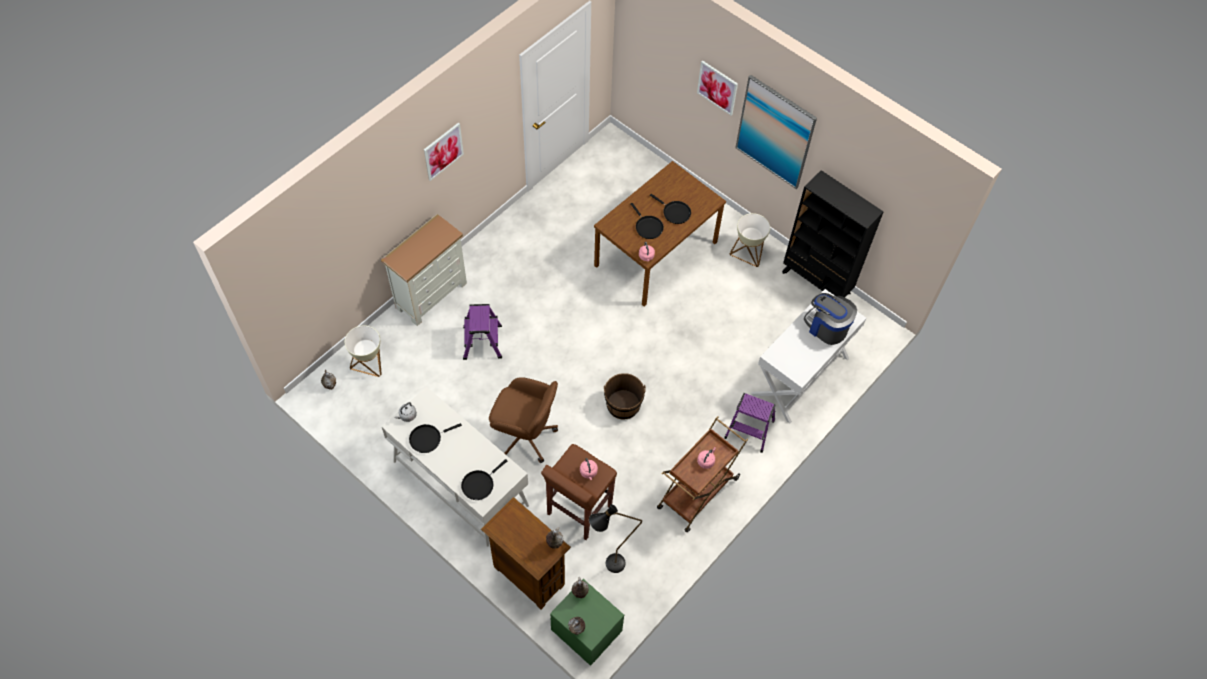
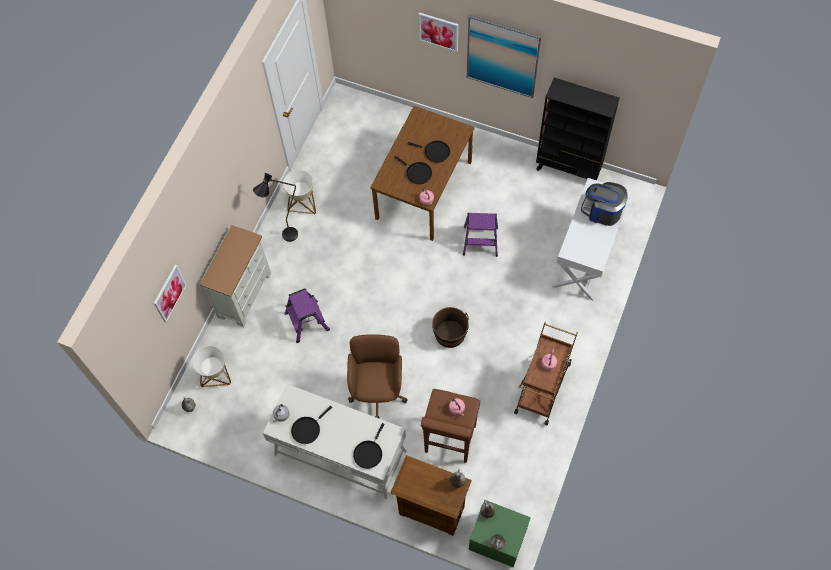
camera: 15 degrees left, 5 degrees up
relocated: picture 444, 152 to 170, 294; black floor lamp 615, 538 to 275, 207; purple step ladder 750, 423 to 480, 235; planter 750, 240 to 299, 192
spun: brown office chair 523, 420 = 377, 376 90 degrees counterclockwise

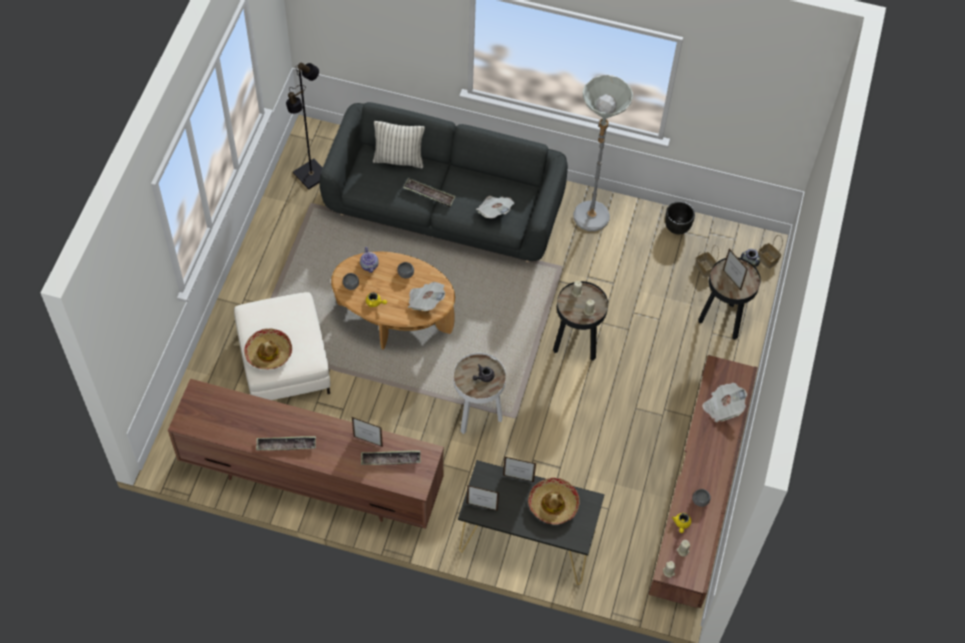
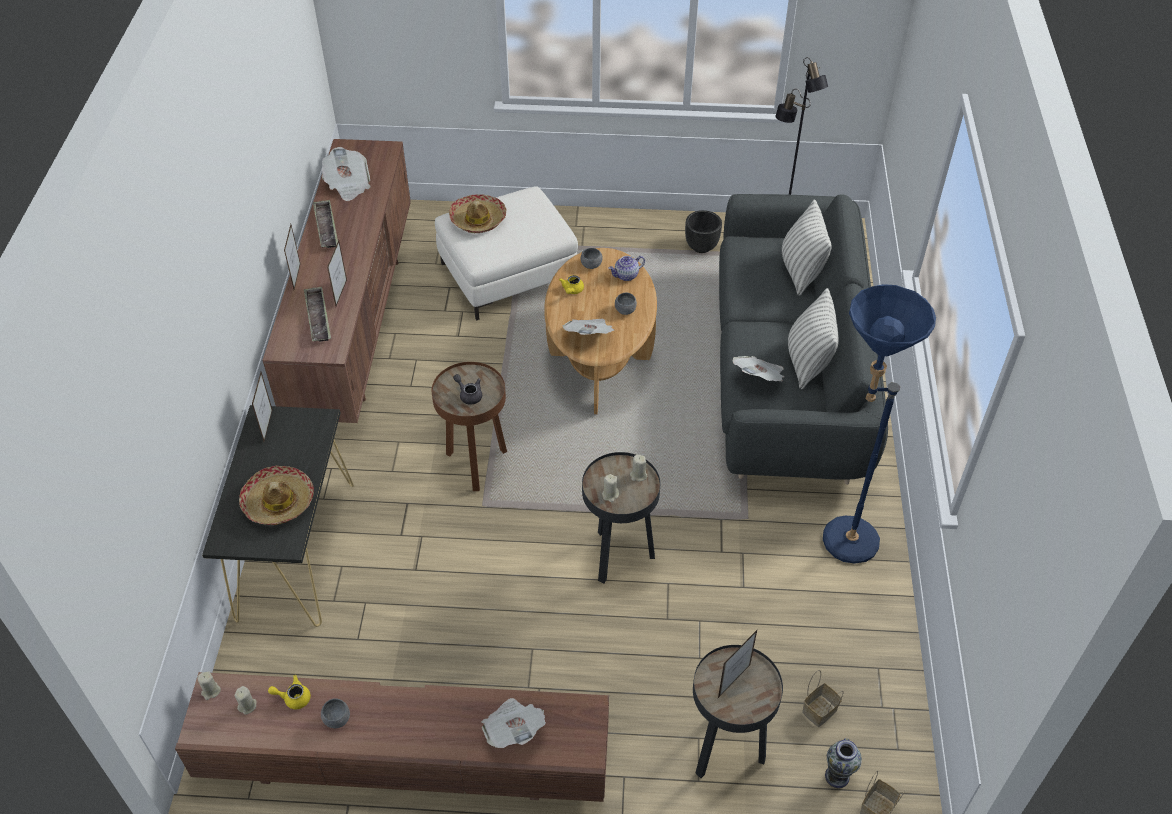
camera: 80 degrees right, 10 degrees down
missing: tray 429, 192
appeared: newspaper 346, 174; pillow 813, 338
relocated: picture frame 519, 469 to 292, 256; black planter 680, 218 to 703, 231
colour: white side table 479, 393 to brown side table 469, 426; grey floor lamp 603, 153 to blue floor lamp 879, 424

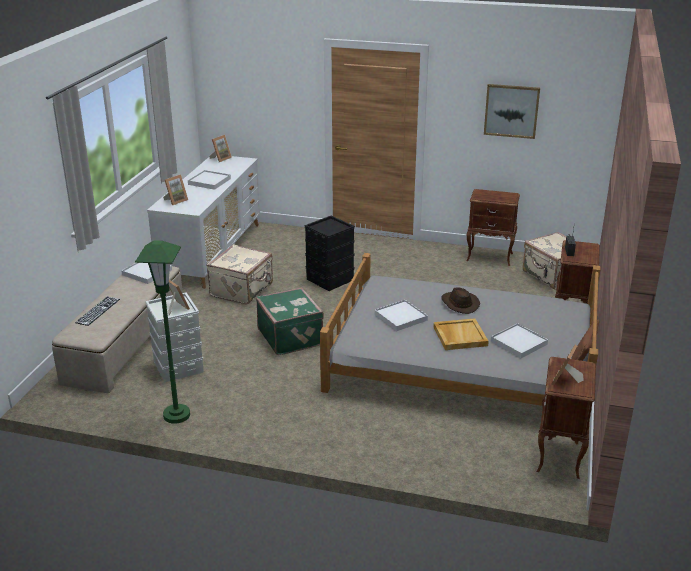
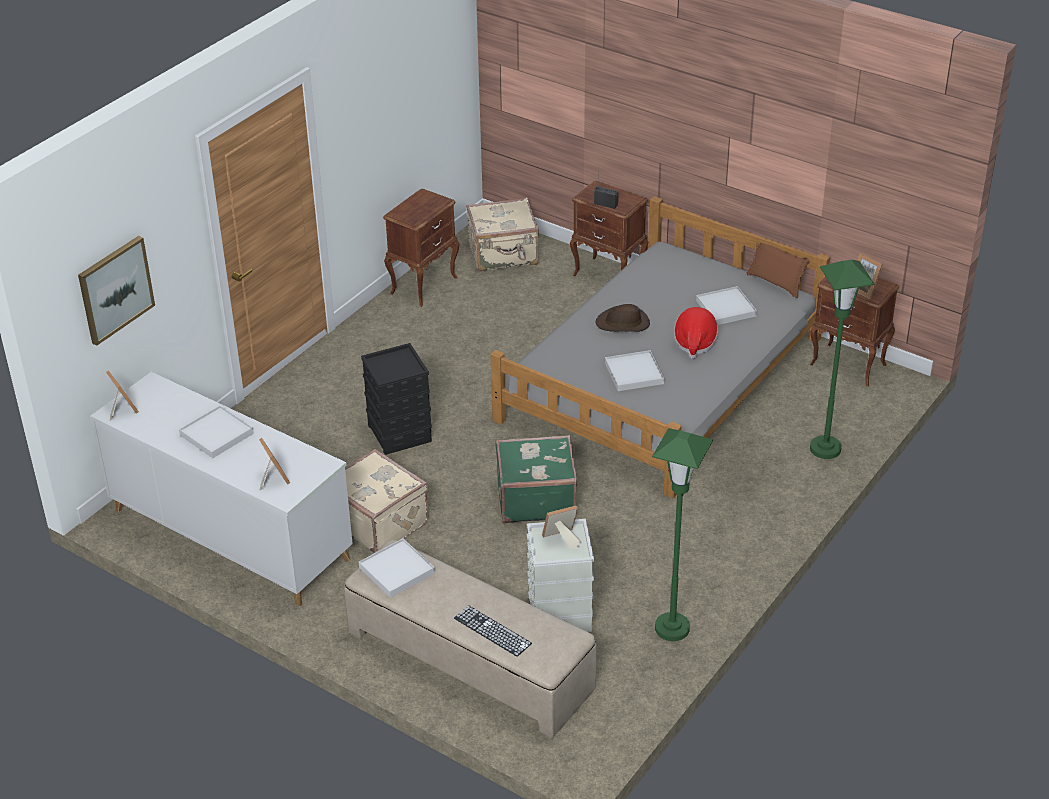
camera: 70 degrees left, 10 degrees up
appeared: green floor lamp 842, 359
relocated: picture 512, 111 to 116, 291
exchanged: beige tray 461, 334 to hat 696, 333

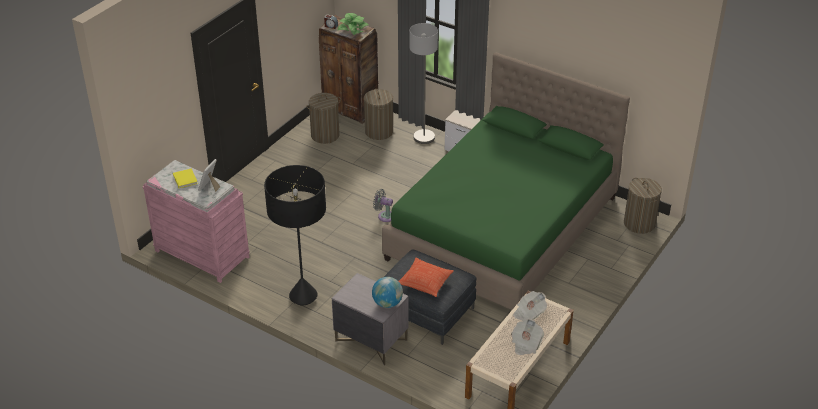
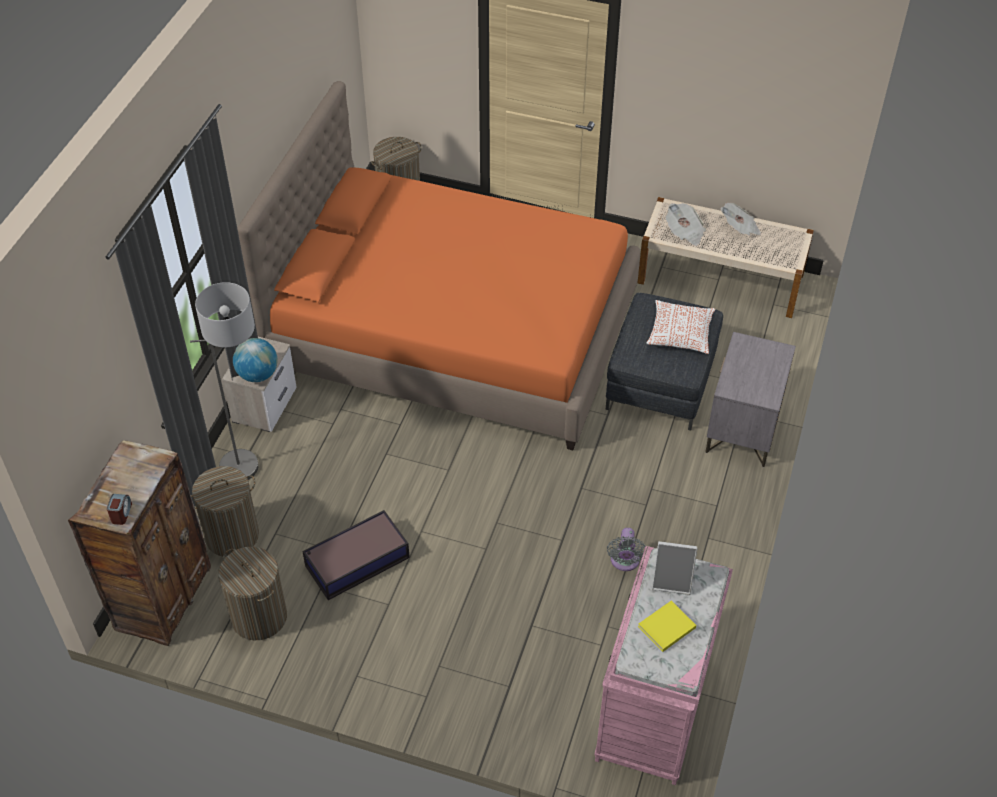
camera: 105 degrees left, 10 degrees up
missing: black floor lamp 295, 235; potted plant 352, 24
appeared: storage box 356, 555
relocated: globe 387, 292 to 255, 360; grey fan 383, 205 to 626, 549
colour: green bed 506, 181 to orange bed 438, 265; orange pillow 426, 277 to white pillow 681, 327

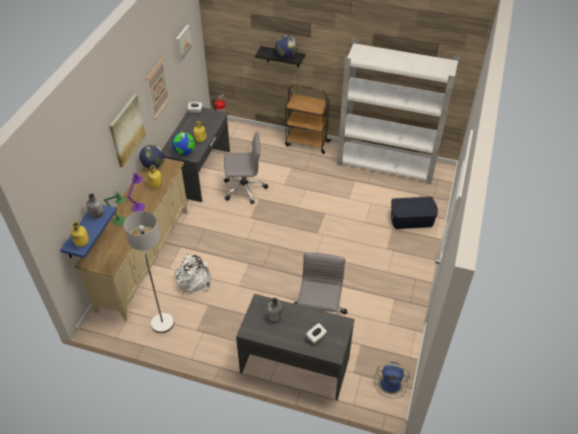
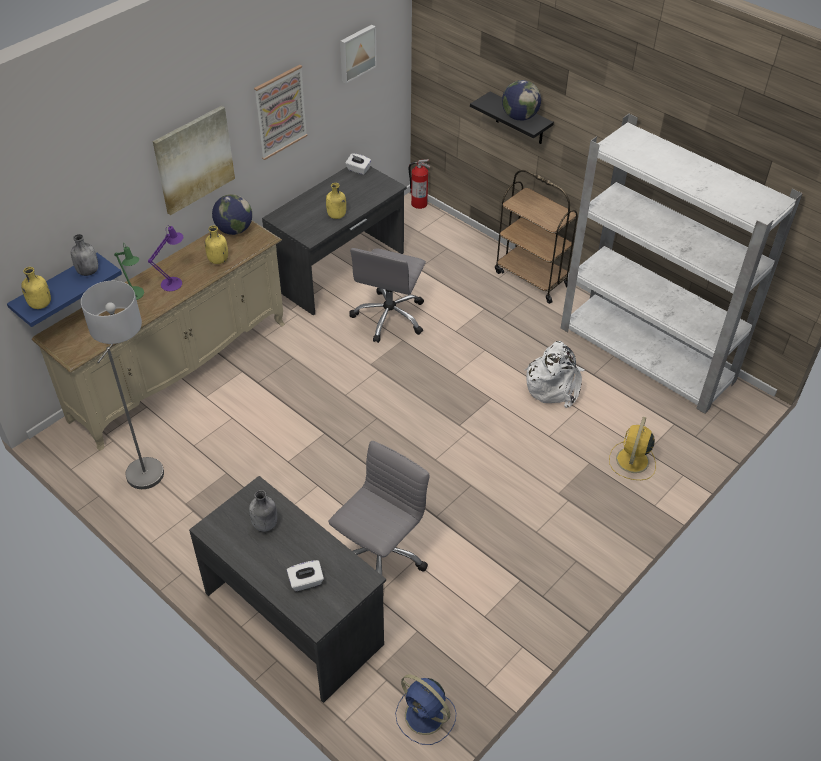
camera: 25 degrees right, 0 degrees up
missing: globe 183, 143
relocated: white backpack 192, 273 to 555, 374
exchanged: blue storage box 414, 213 to yellow fan 632, 448
spun: grey office chair 246, 167 = 387, 295 90 degrees clockwise

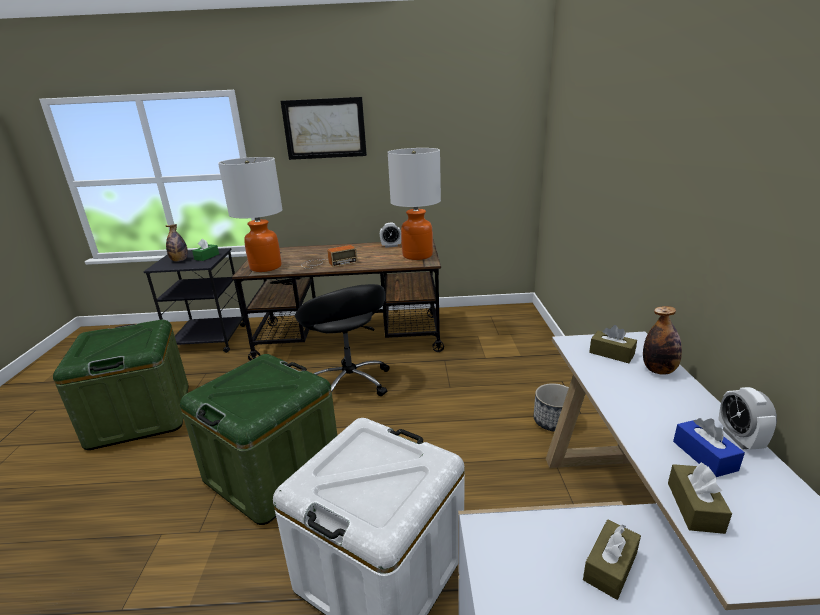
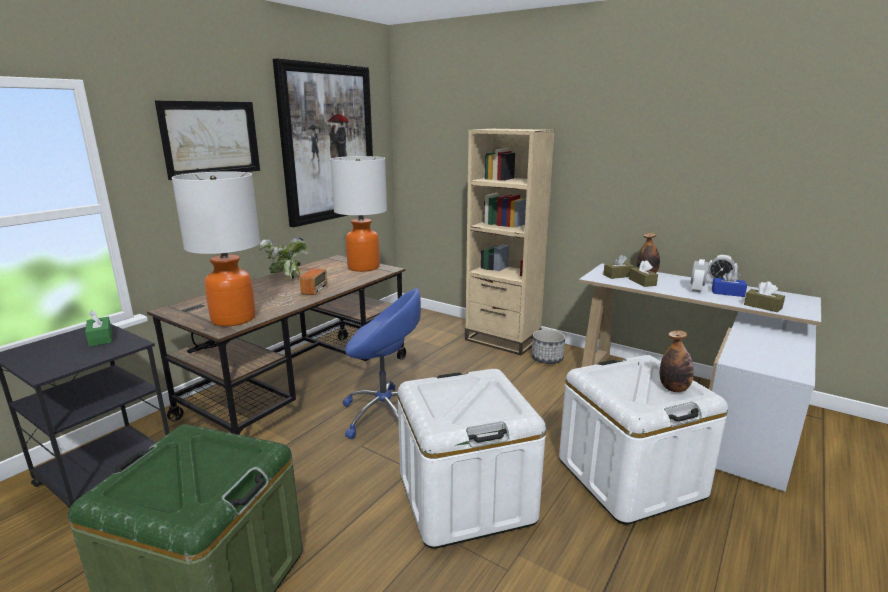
camera: 55 degrees left, 5 degrees down
appeared: potted plant 284, 258; picture 323, 142; beige bookcase 510, 242
relocated: bottle 177, 243 to 676, 361; alarm clock 390, 235 to 700, 275; brown tissue box 612, 559 to 643, 273
colour: green storage box 258, 439 to white storage box 471, 459; black office chair 342, 340 to blue office chair 382, 363

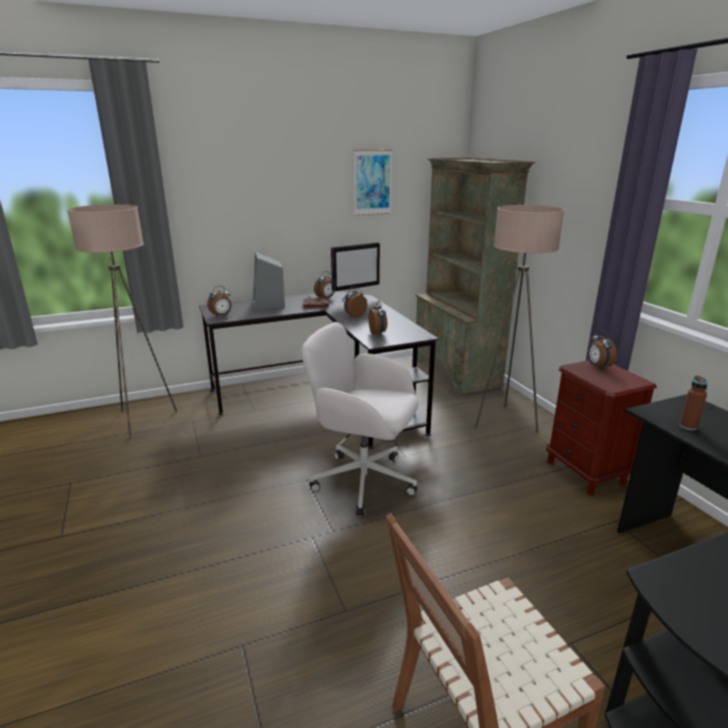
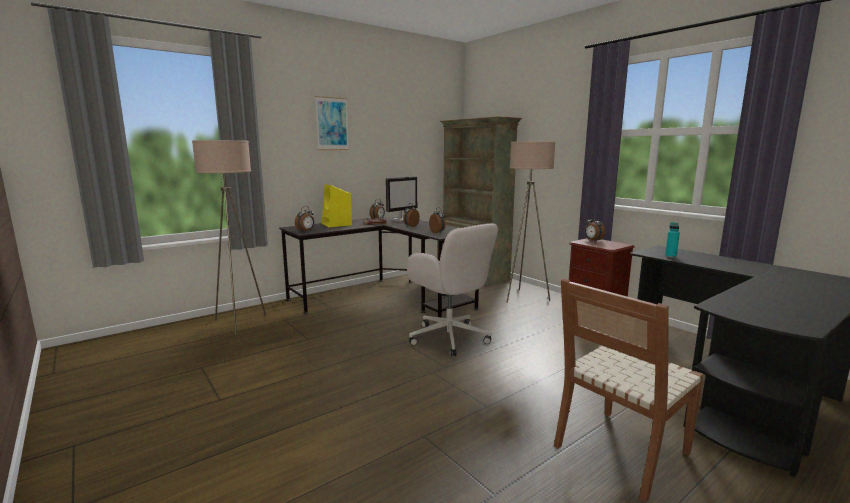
camera: 15 degrees left, 10 degrees down
relocated: picture 373, 183 to 332, 123
colour: grey speaker 269, 281 to yellow speaker 337, 205; brown bottle 693, 402 to turquoise bottle 672, 240
spun: white office chair 360, 419 = 452, 289 135 degrees counterclockwise

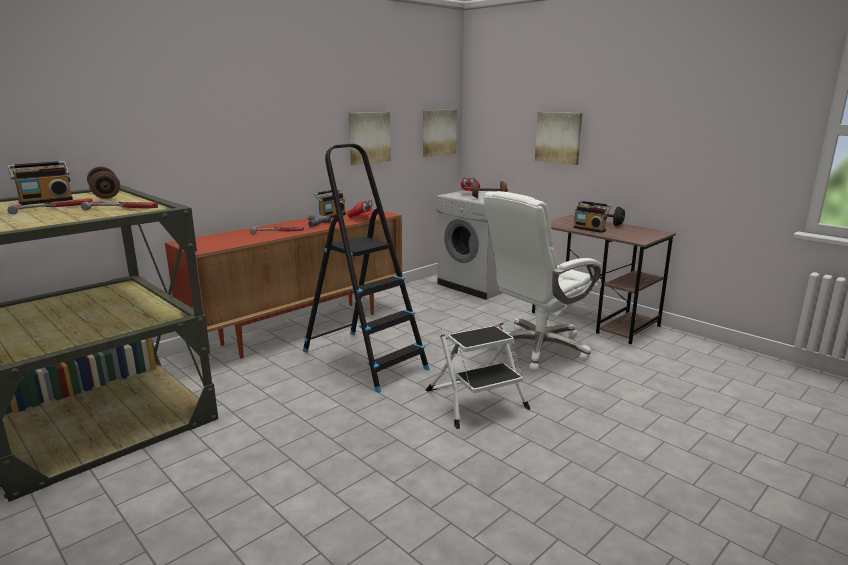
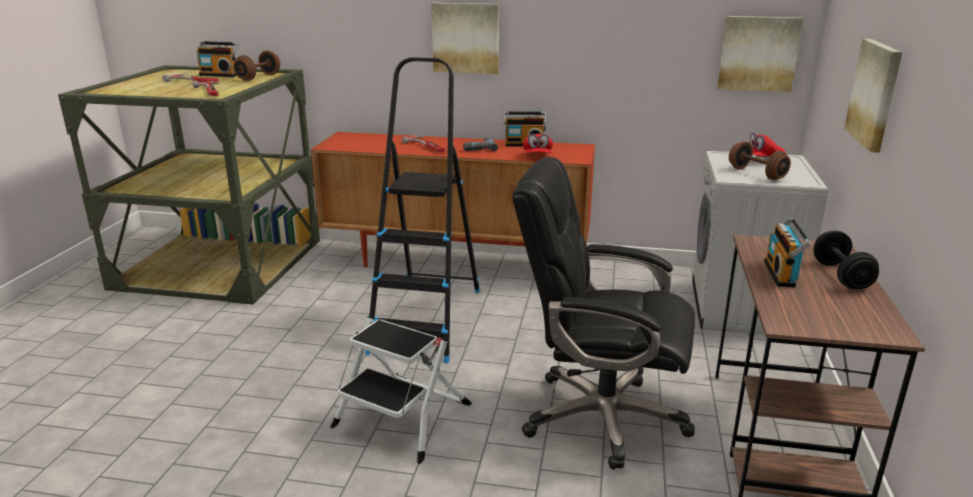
camera: 55 degrees right, 5 degrees up
relocated: picture 370, 138 to 465, 38
colour: white office chair 543, 281 to black office chair 603, 313

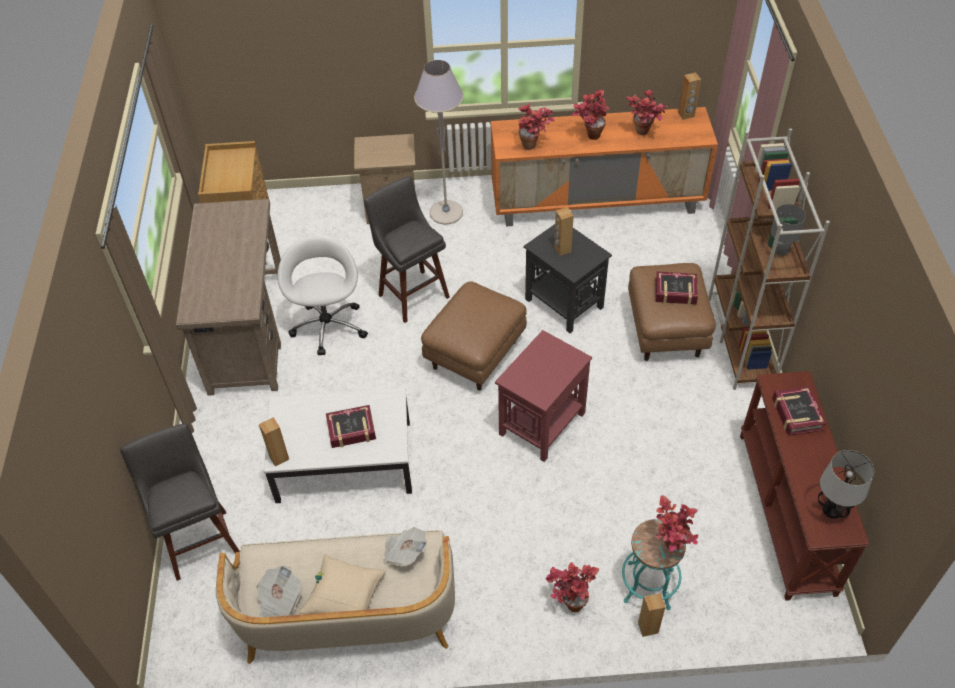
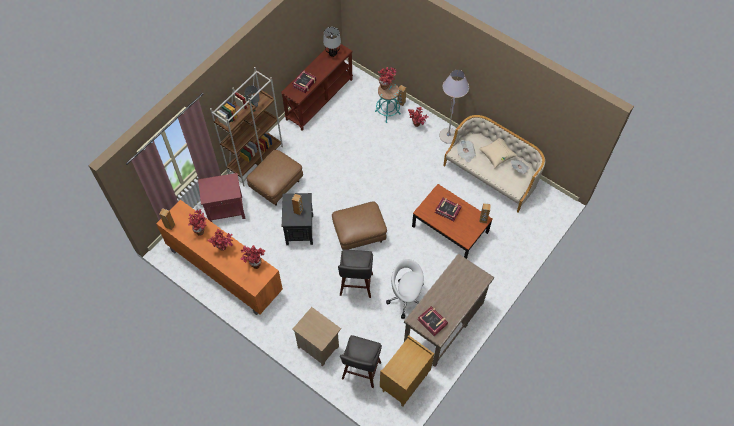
camera: 140 degrees left, 10 degrees up
relocated: grey stool 180, 502 to 361, 361; grey floor lamp 439, 142 to 454, 107; red side table 543, 396 to 221, 198; book 676, 288 to 433, 321
colour: white coffee table 338, 445 to brown coffee table 452, 221
spun: white office chair 322, 296 = 405, 289 75 degrees clockwise

